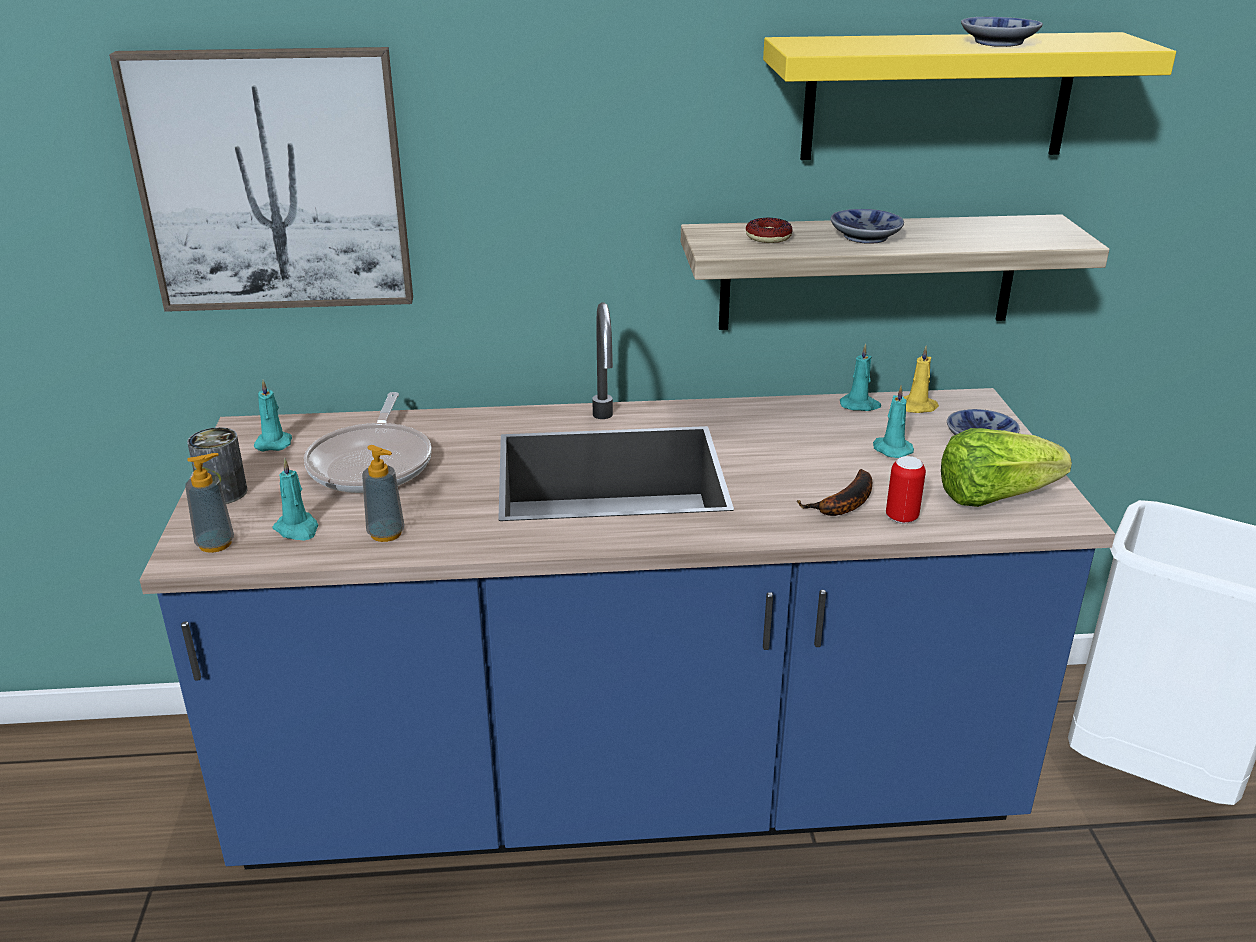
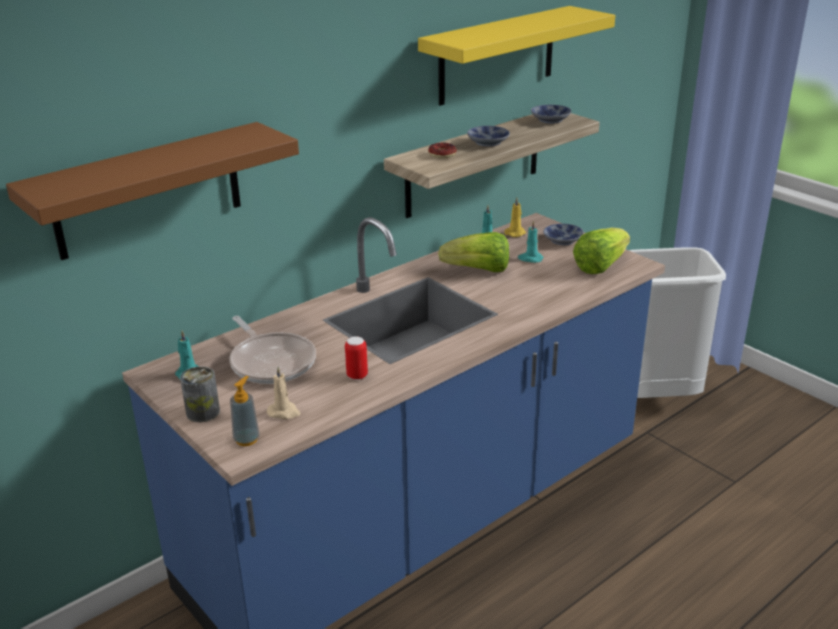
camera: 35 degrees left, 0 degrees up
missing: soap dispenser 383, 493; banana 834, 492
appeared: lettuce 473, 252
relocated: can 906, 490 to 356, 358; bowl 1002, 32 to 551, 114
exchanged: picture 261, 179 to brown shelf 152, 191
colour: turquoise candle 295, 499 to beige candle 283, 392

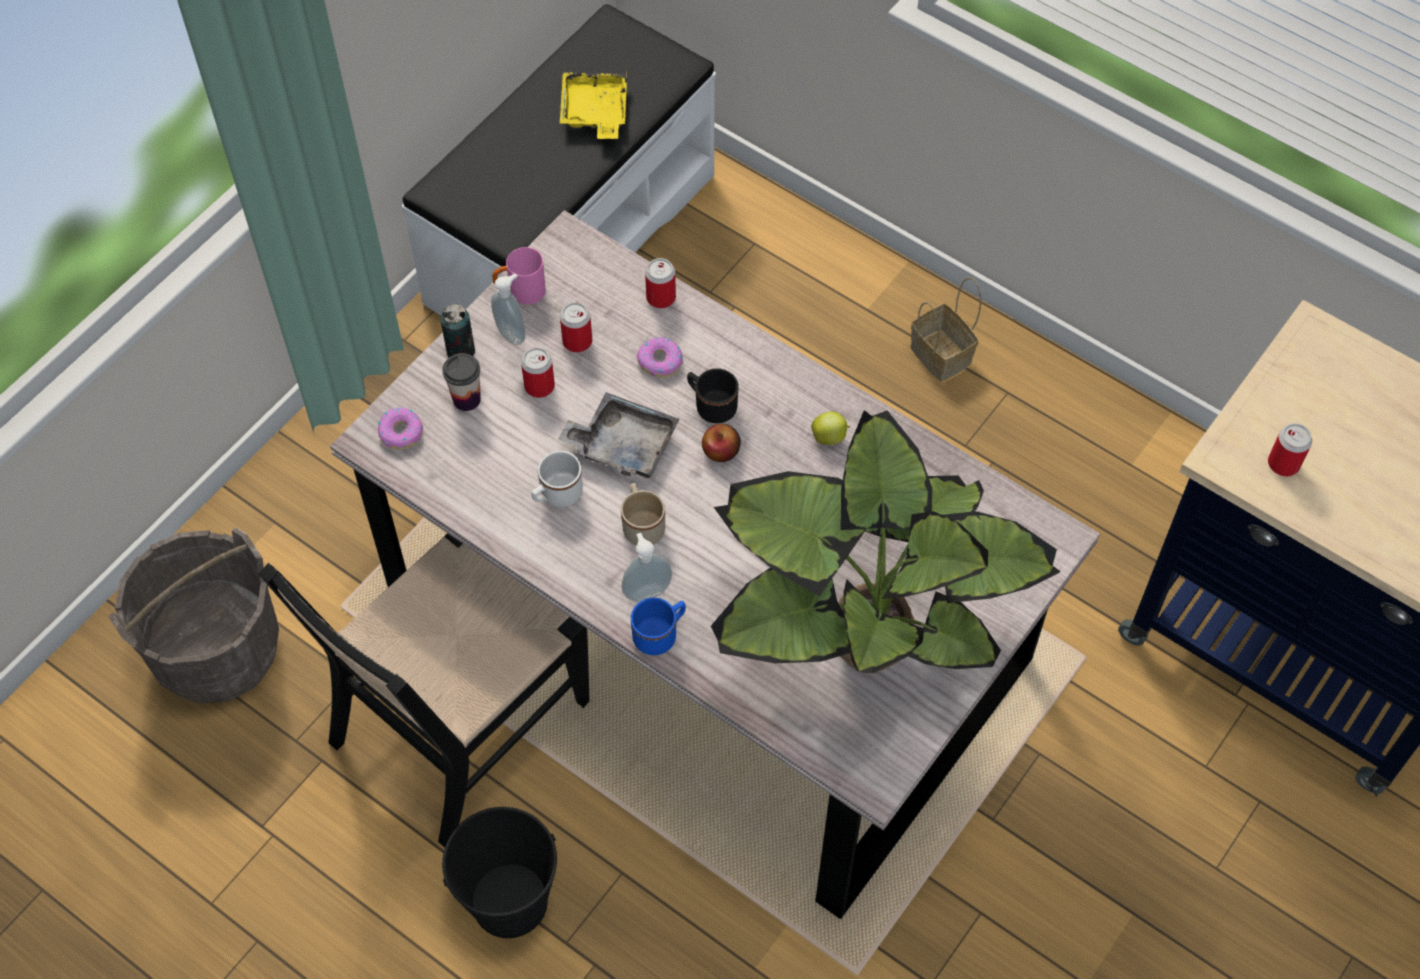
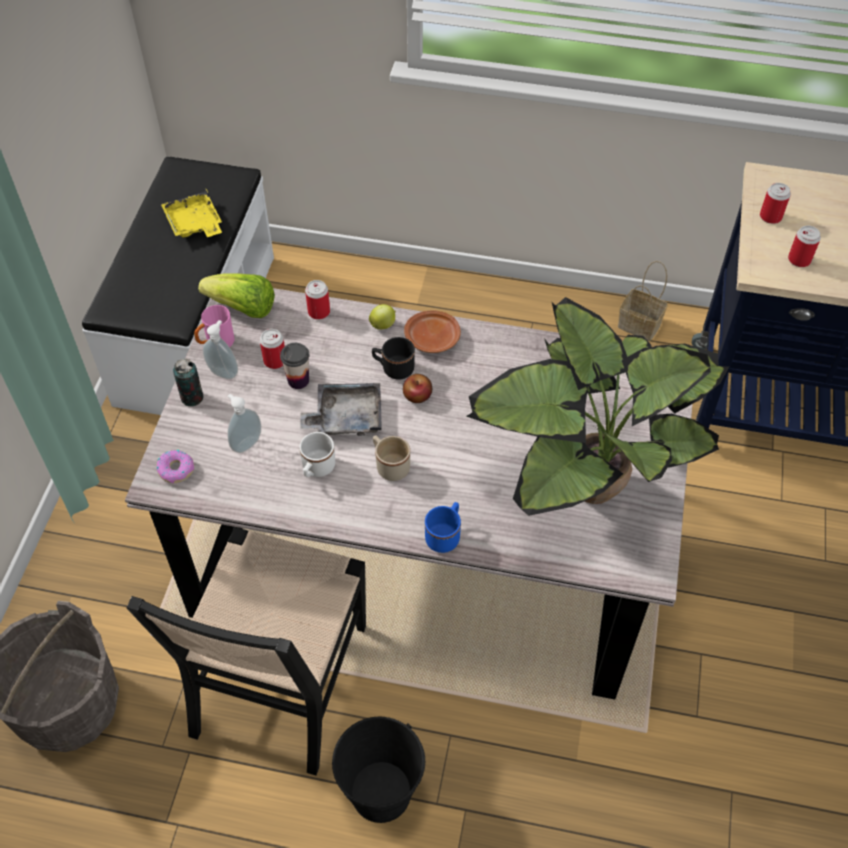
camera: 25 degrees left, 5 degrees down
missing: donut 659, 357
appeared: lettuce 236, 296; brown plate 432, 331
relocated: cup 461, 382 to 295, 366; can 538, 372 to 775, 203; soap dispenser 646, 567 to 244, 423; apple 830, 428 to 382, 317; basket 946, 329 to 643, 301

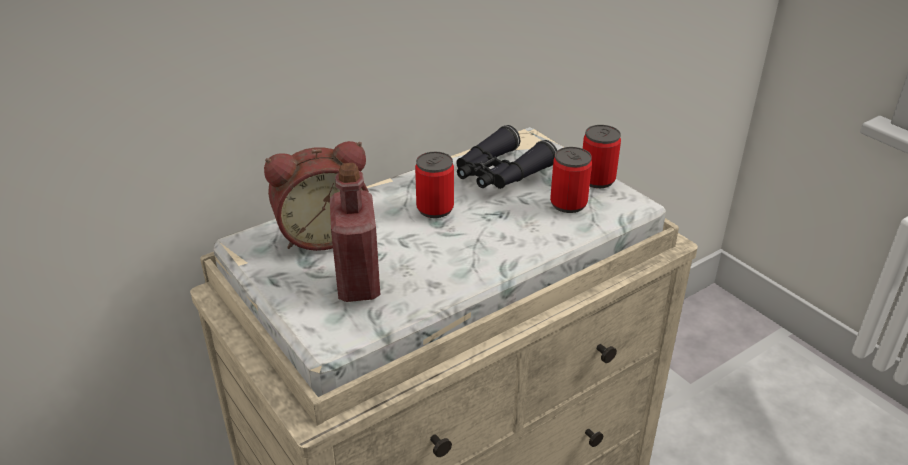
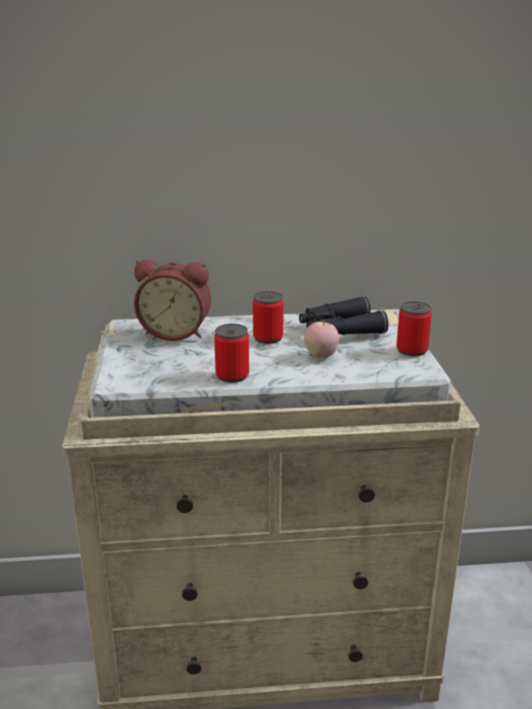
camera: 30 degrees right, 10 degrees down
missing: red bottle 355, 232
appeared: apple 321, 338
relocated: can 571, 180 to 231, 353

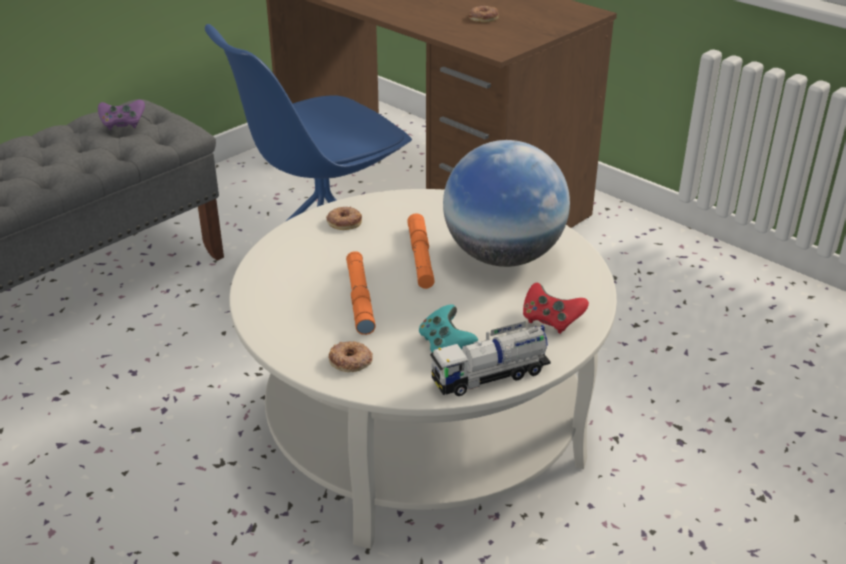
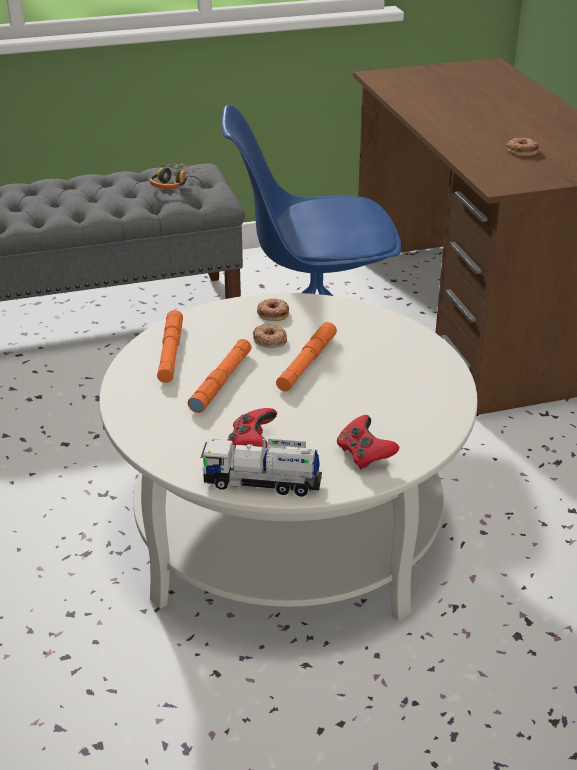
camera: 30 degrees right, 0 degrees up
missing: globe 506, 203
appeared: orange flashlight 170, 346
relocated: donut 350, 356 to 270, 336
exchanged: purple game controller 121, 115 to headphones 178, 176
colour: turquoise game controller 448, 328 to red game controller 252, 430

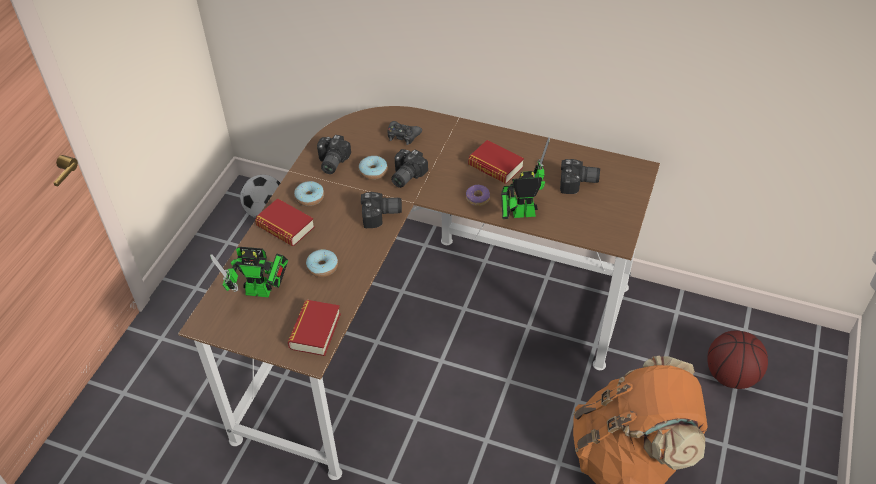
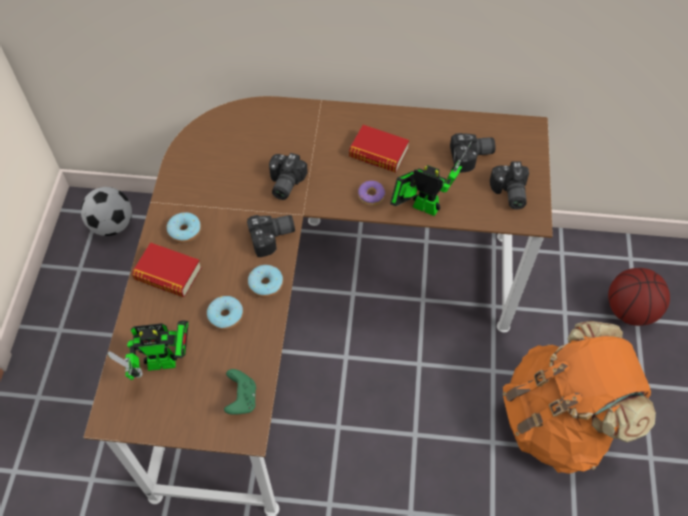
camera: 15 degrees left, 10 degrees up
missing: black game controller 405, 133
relocated: photo camera 334, 154 to 509, 185; donut 373, 168 to 265, 281
exchanged: book 314, 328 to green game controller 240, 392
spun: toy robot 525, 178 = 431, 179 45 degrees clockwise

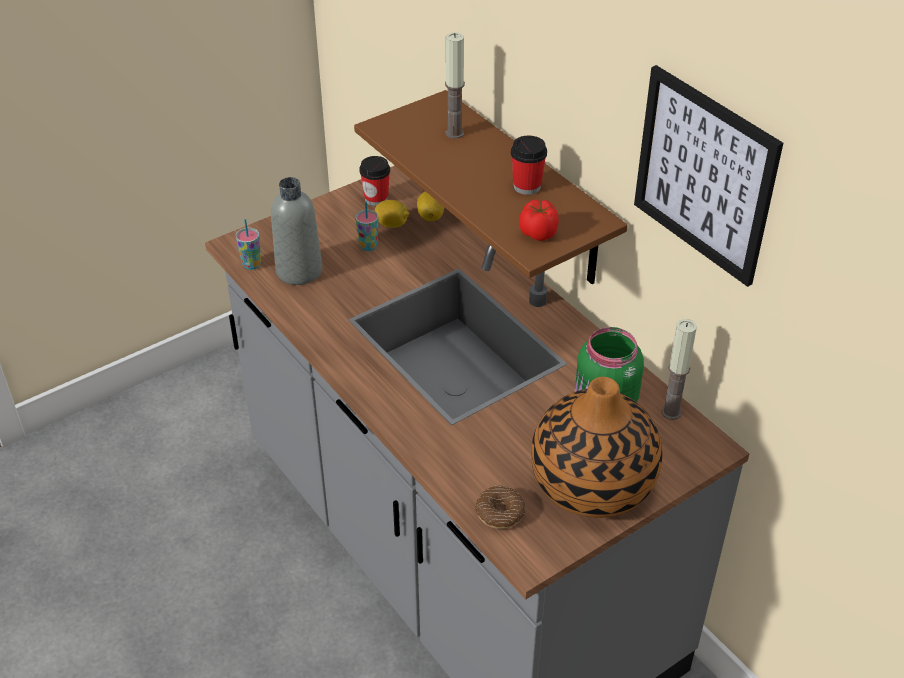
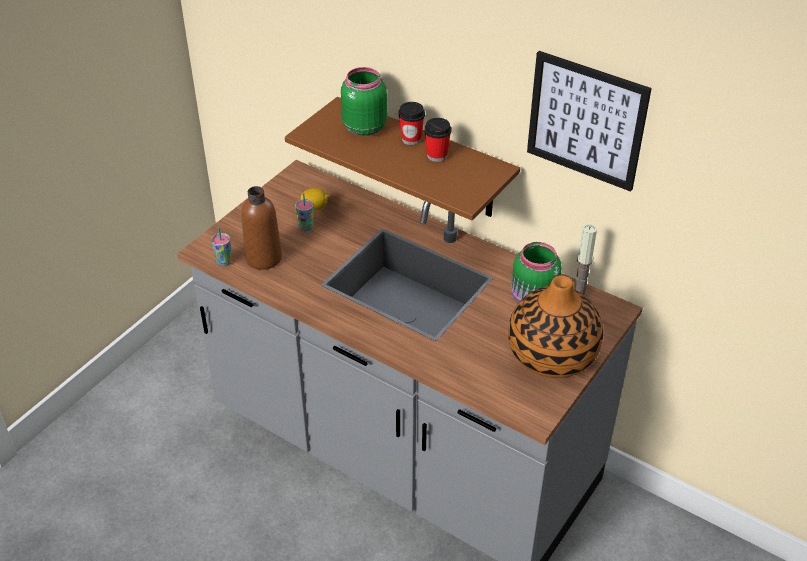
camera: 20 degrees left, 0 degrees up
missing: lemon 430, 206; donut 500, 507; tomato 539, 220
relocated: cup 374, 181 to 411, 123
exchanged: candle 455, 85 to green jar 364, 101
colour: grey bottle 296, 231 to brown bottle 261, 228

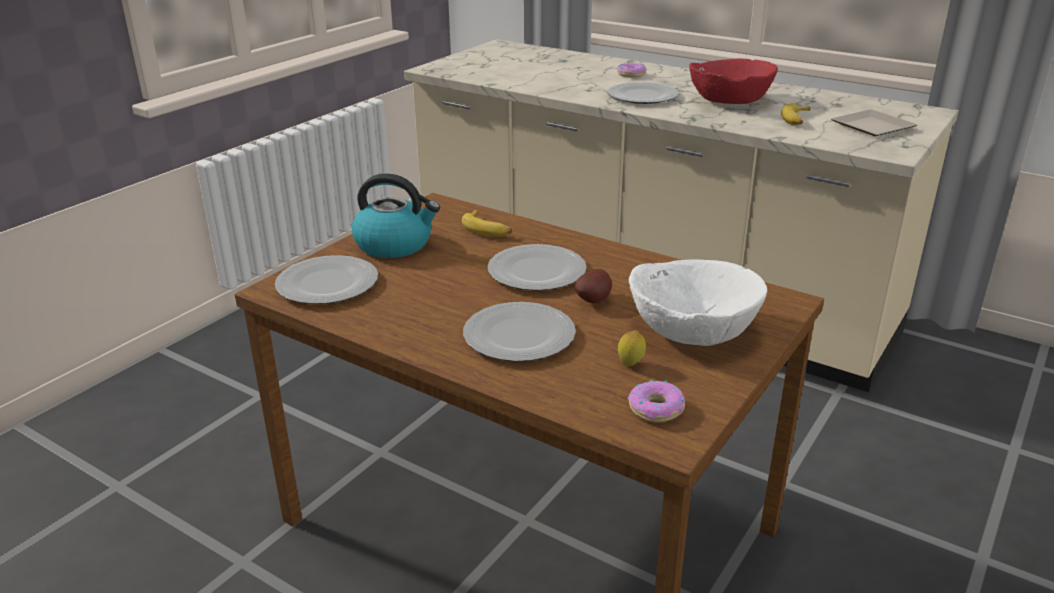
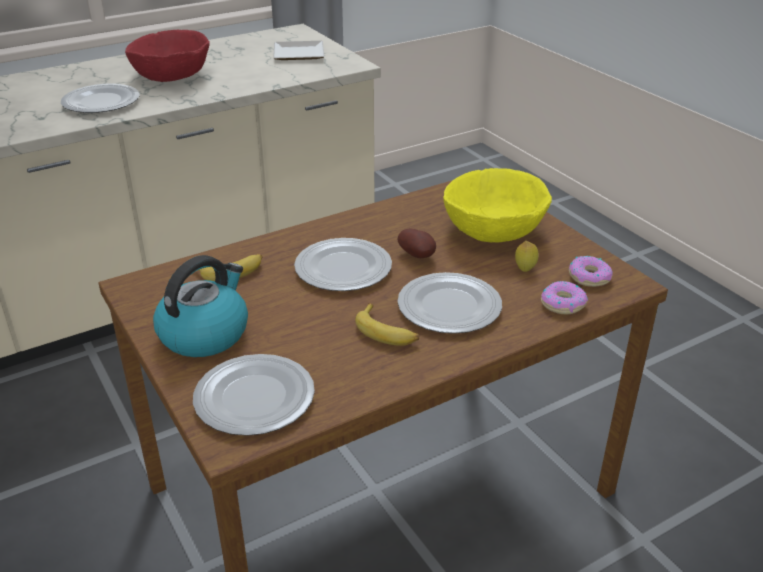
camera: 65 degrees left, 5 degrees up
relocated: donut 632, 70 to 564, 297; banana 795, 114 to 387, 324
colour: white bowl 698, 303 to yellow bowl 497, 205

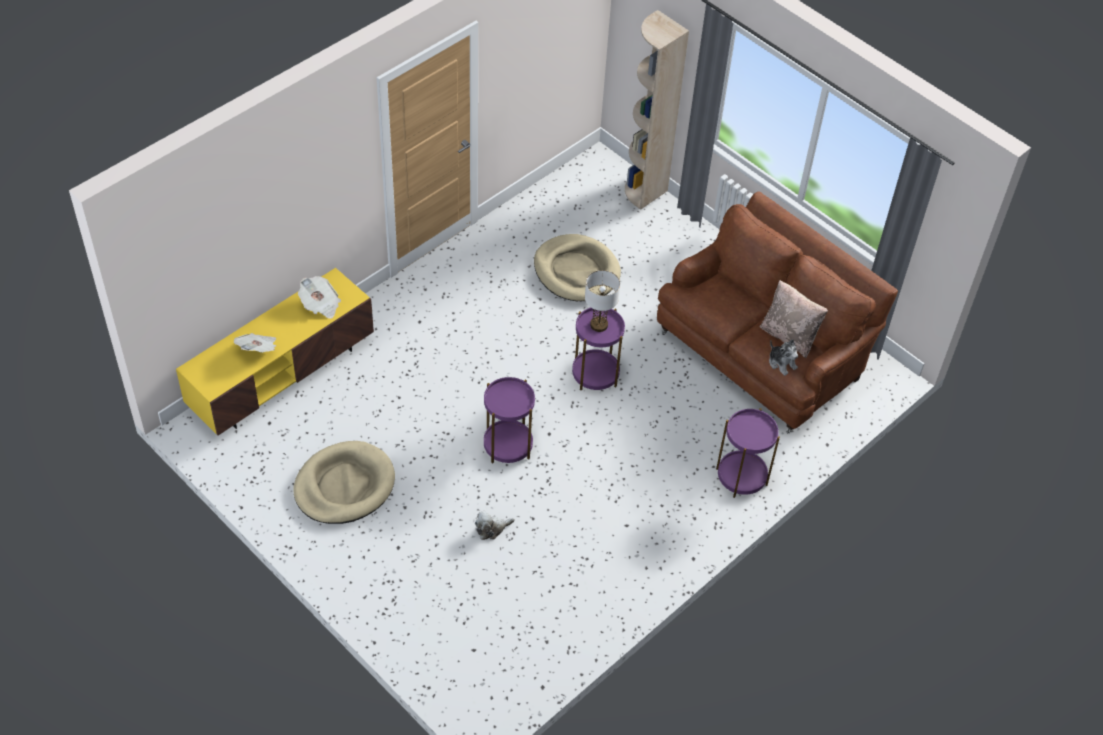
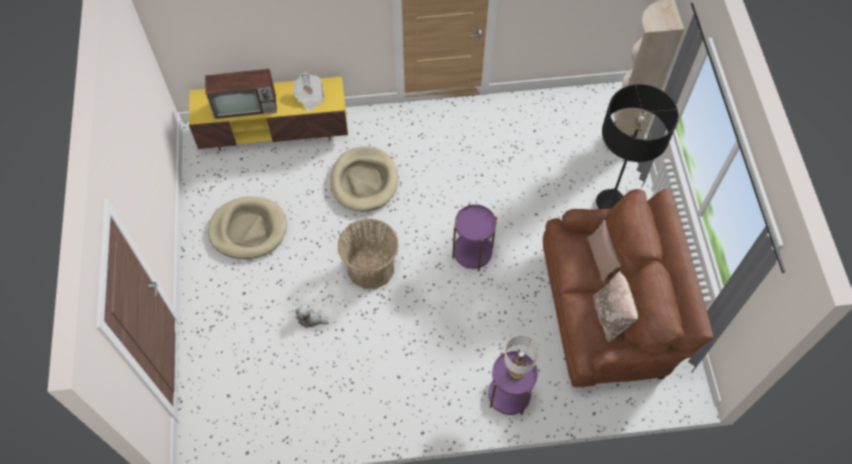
camera: 40 degrees right, 10 degrees up
missing: plush toy 783, 357
appeared: beige pillow 604, 251; black floor lamp 637, 146
relocated: beige dog bed 577, 267 to 364, 179; table lamp 602, 301 to 521, 358
exchanged: newspaper 255, 342 to television 241, 94; purple side table 509, 420 to basket 368, 253

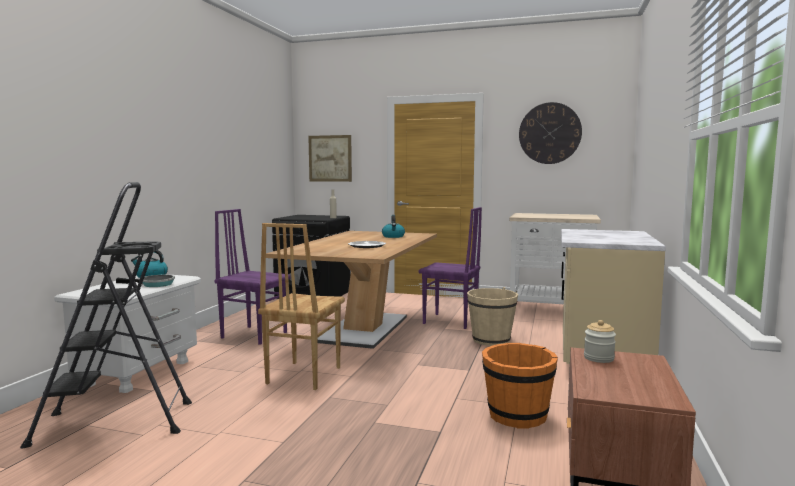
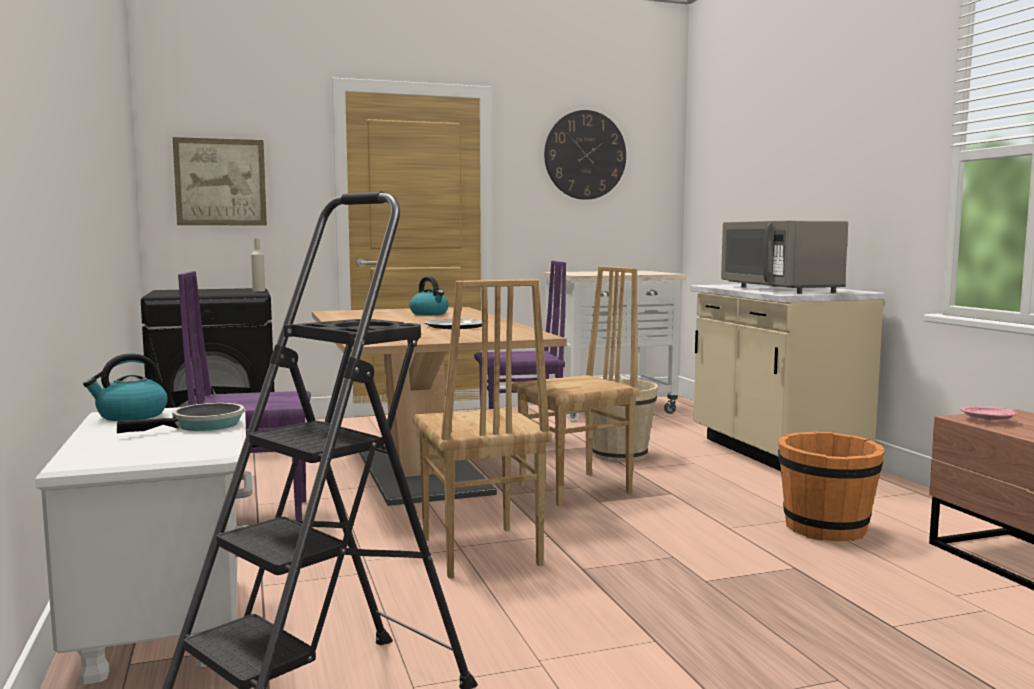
camera: 35 degrees left, 0 degrees up
appeared: brown chair 575, 386; grey microwave 784, 257
exchanged: jar 600, 341 to pink plate 988, 414

